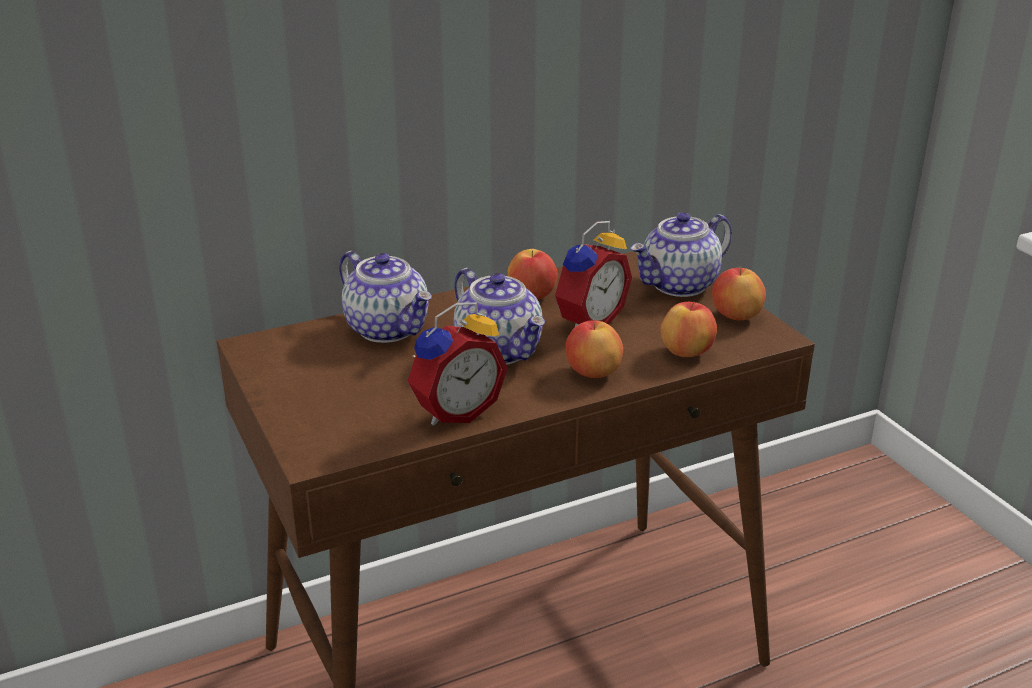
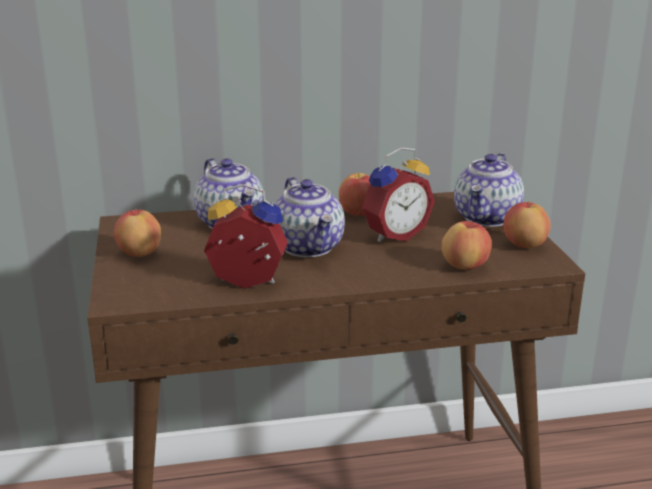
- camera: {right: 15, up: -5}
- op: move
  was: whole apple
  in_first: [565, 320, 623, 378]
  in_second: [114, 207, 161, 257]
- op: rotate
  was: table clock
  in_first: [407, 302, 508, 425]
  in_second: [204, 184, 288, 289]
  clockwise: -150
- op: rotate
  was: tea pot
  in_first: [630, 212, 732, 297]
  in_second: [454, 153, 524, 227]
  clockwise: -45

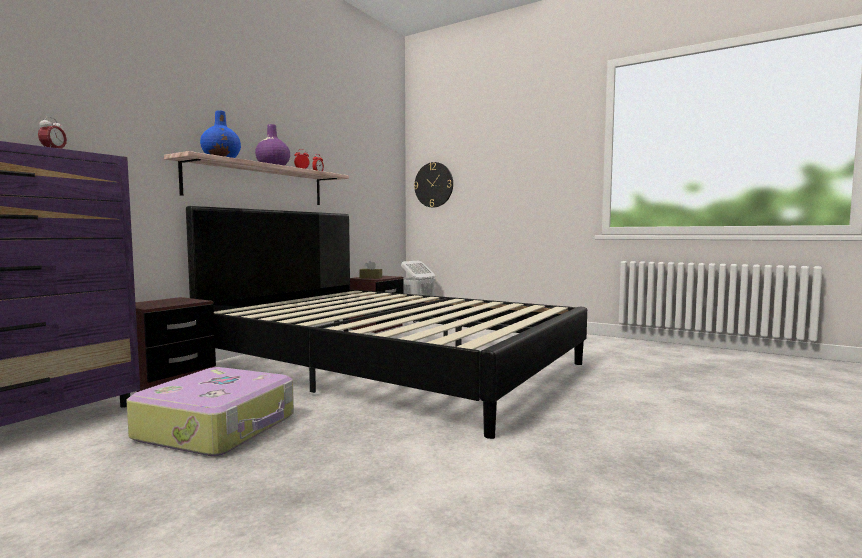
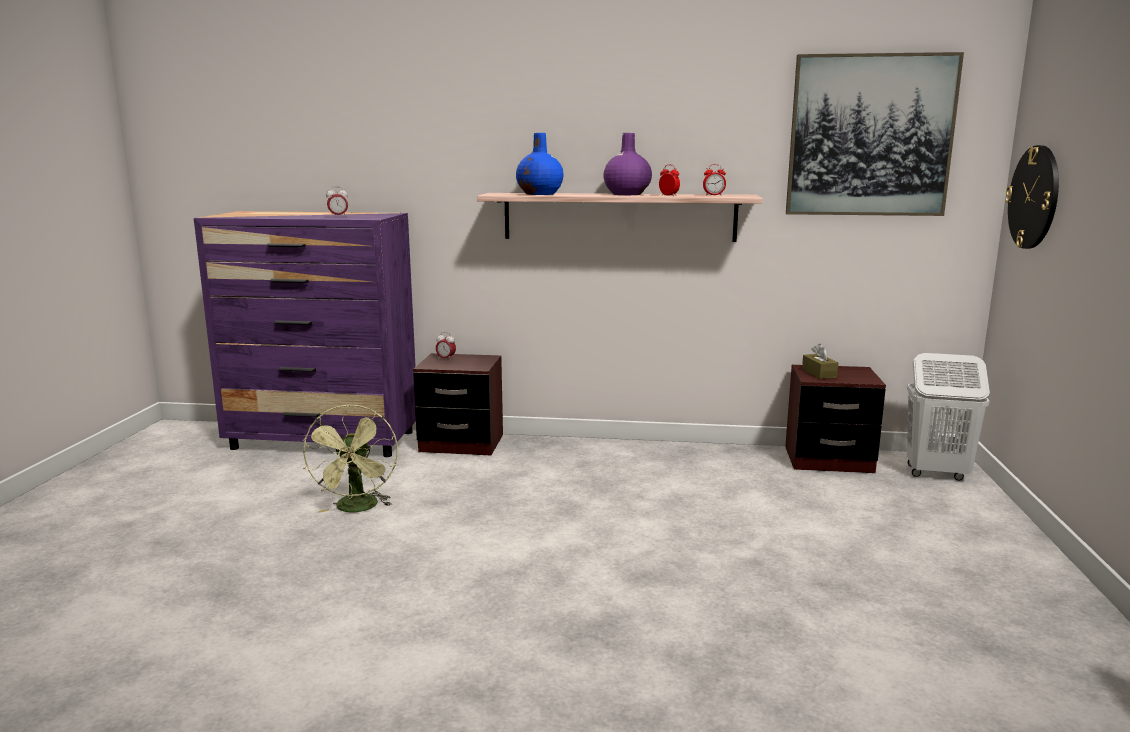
- camera: {right: 65, up: 10}
- op: delete
  was: blackish bedroom bed
  in_first: [186, 206, 587, 439]
- op: insert
  now: table clock
  in_second: [436, 332, 456, 361]
- op: insert
  now: wall picture
  in_second: [786, 52, 964, 216]
- op: replace
  was: piece of luggage
  now: green-coloured fan
  in_first: [126, 367, 294, 456]
  in_second: [302, 404, 398, 513]

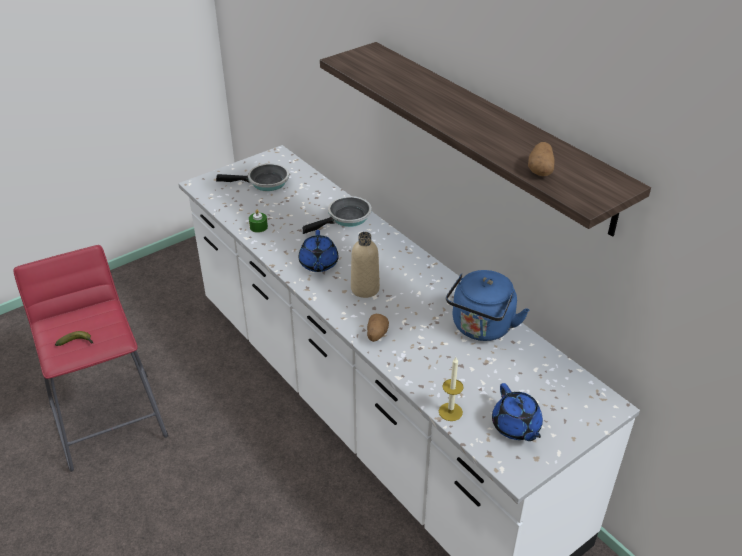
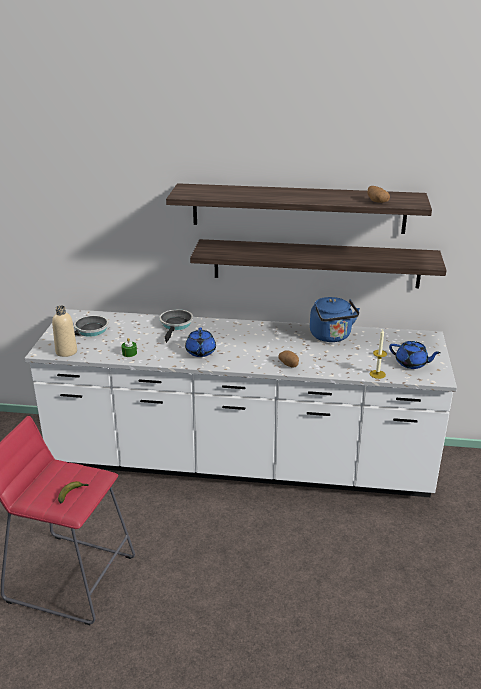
- camera: {right: -45, up: -10}
- op: insert
  now: shelf
  in_second: [190, 239, 447, 288]
- op: move
  was: beige beverage bottle
  in_first: [351, 232, 380, 298]
  in_second: [52, 305, 77, 357]
- op: rotate
  was: blue-coloured tea pot
  in_first: [299, 230, 339, 272]
  in_second: [185, 327, 216, 357]
  clockwise: 45

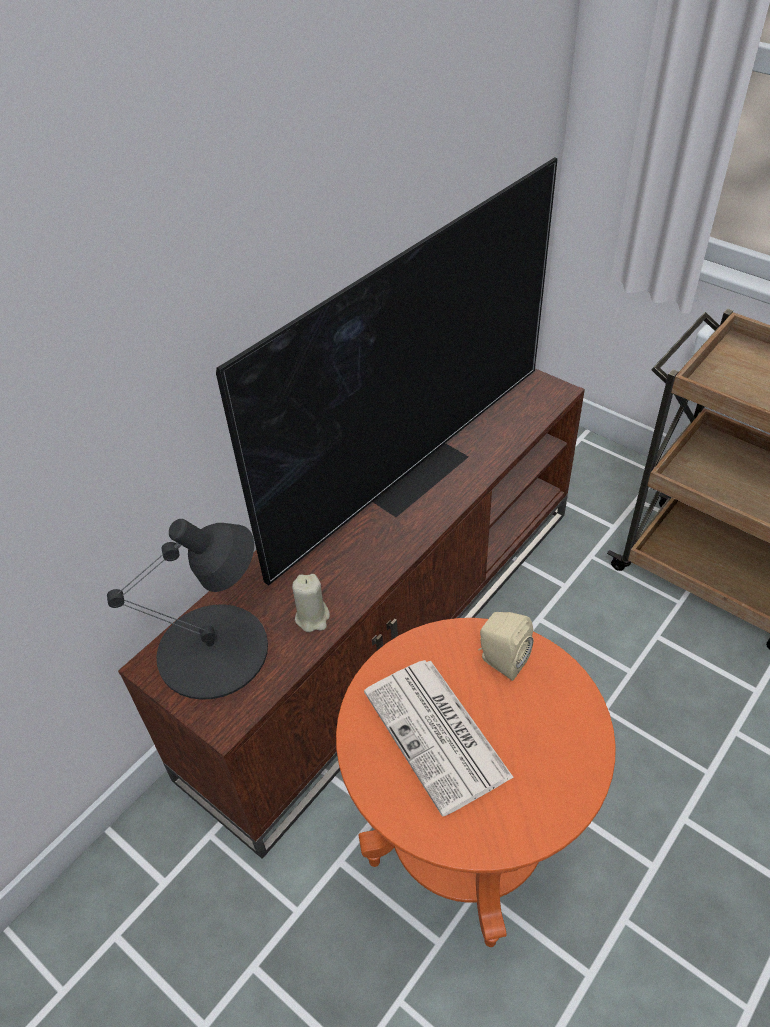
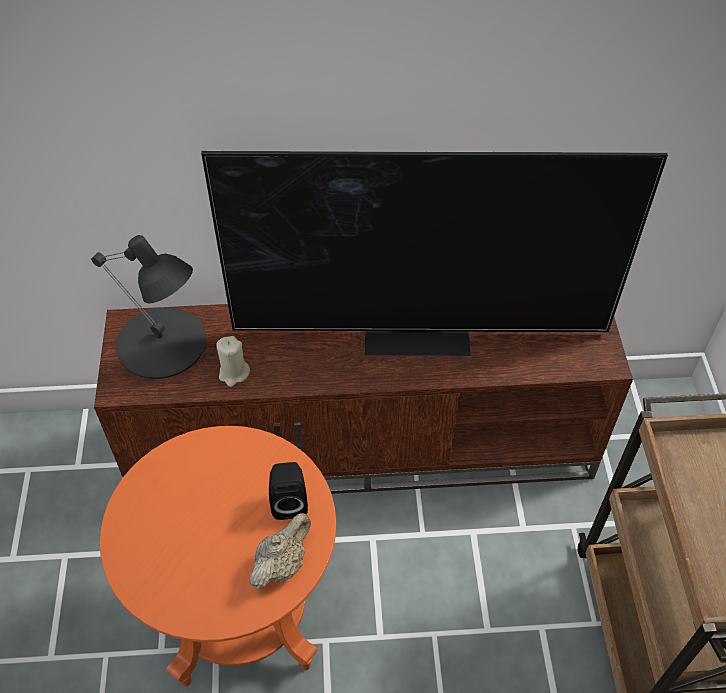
- camera: {right: 45, up: 5}
- op: delete
  was: daily paper
  in_first: [364, 660, 514, 817]
- op: insert
  now: beige tea pot
  in_second: [250, 513, 311, 589]
- op: recolor
  was: beige speaker
  now: blackish speaker
  in_first: [478, 612, 534, 681]
  in_second: [269, 462, 308, 520]

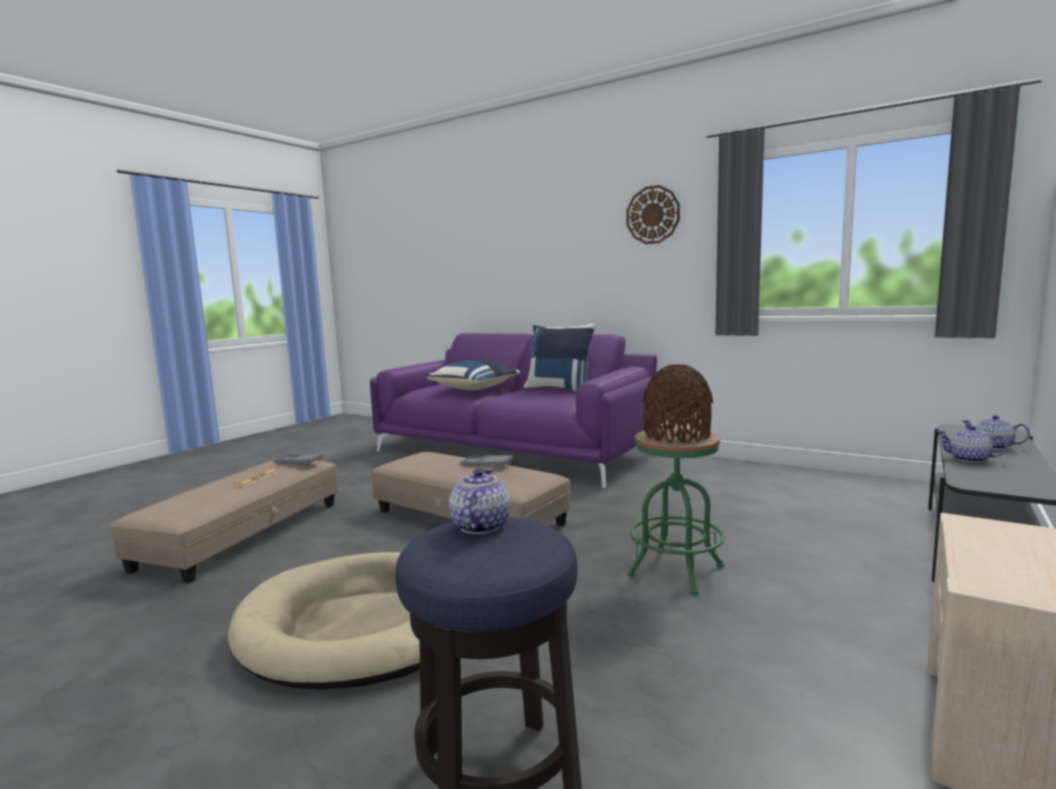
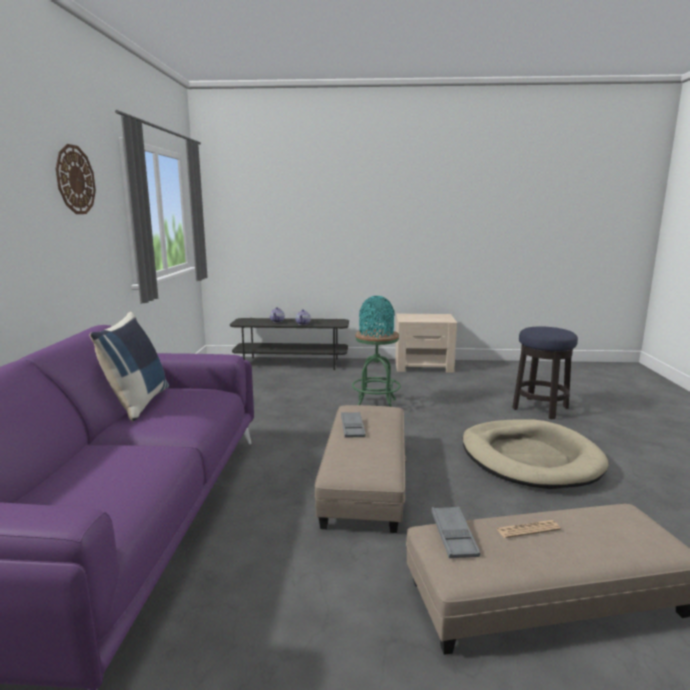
- camera: {right: -120, up: 5}
- op: delete
  was: blue-coloured cushion
  in_first: [427, 359, 520, 390]
- op: delete
  was: tea pot
  in_first: [449, 469, 510, 534]
- op: recolor
  was: brown flower vase
  now: turquoise flower vase
  in_first: [643, 364, 713, 443]
  in_second: [359, 296, 395, 337]

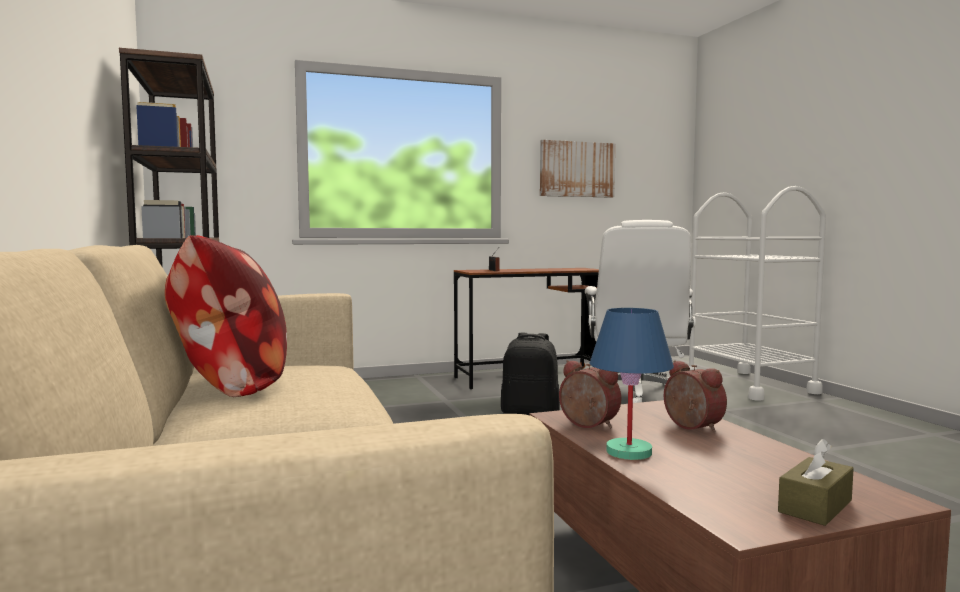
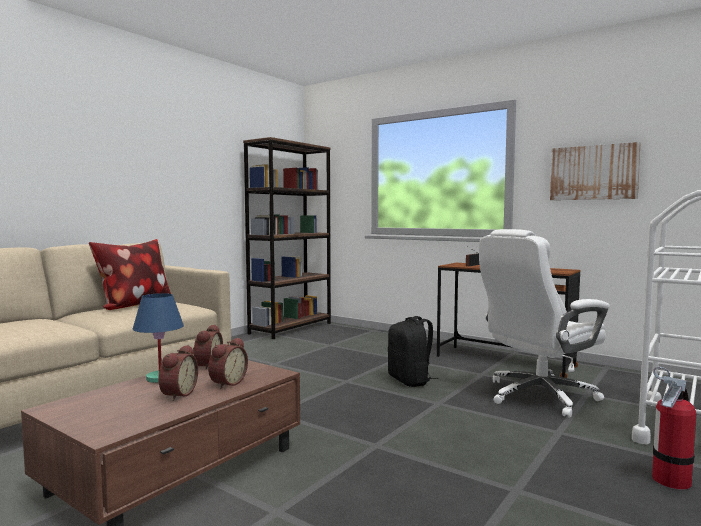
- camera: {right: 55, up: 0}
- op: delete
  was: brown tissue box
  in_first: [778, 438, 854, 526]
- op: insert
  now: table clock
  in_second: [158, 345, 198, 401]
- op: insert
  now: extinguisher
  in_second: [652, 367, 696, 490]

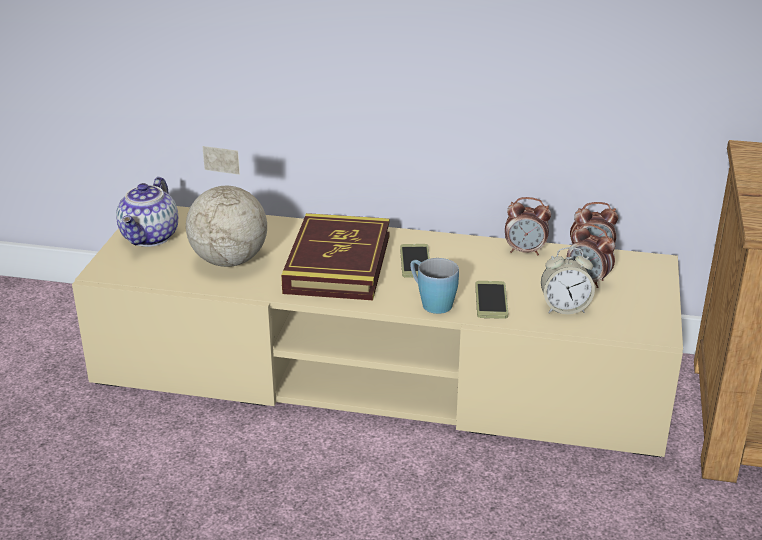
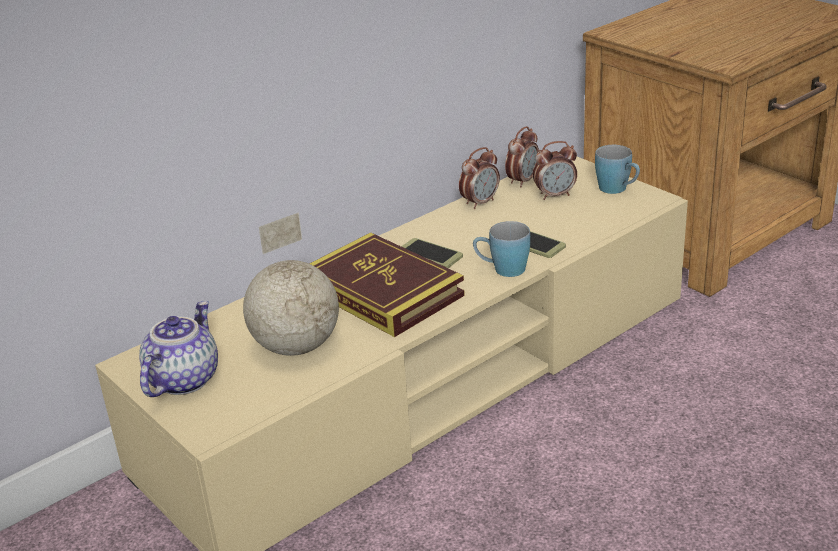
- camera: {right: -50, up: 0}
- op: delete
  was: table clock
  in_first: [541, 247, 595, 314]
- op: insert
  now: blue-coloured mug
  in_second: [595, 145, 640, 194]
- op: rotate
  was: tea pot
  in_first: [116, 177, 178, 247]
  in_second: [139, 301, 218, 397]
  clockwise: -120

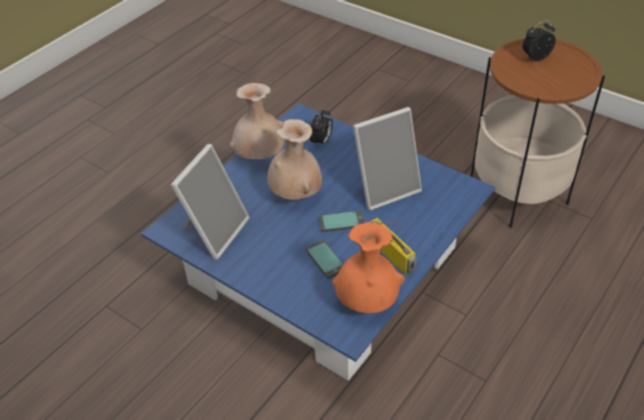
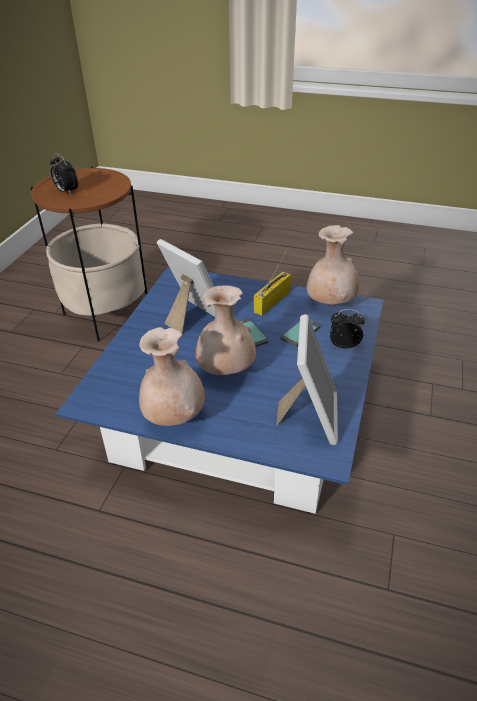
- camera: {right: -110, up: -5}
- op: move
  was: table clock
  in_first: [310, 108, 333, 148]
  in_second: [330, 309, 365, 348]
- op: recolor
  was: orange-coloured flower vase
  now: beige flower vase
  in_first: [332, 222, 405, 314]
  in_second: [307, 225, 359, 306]
- op: rotate
  was: picture frame
  in_first: [171, 144, 250, 260]
  in_second: [276, 314, 338, 445]
  clockwise: 90

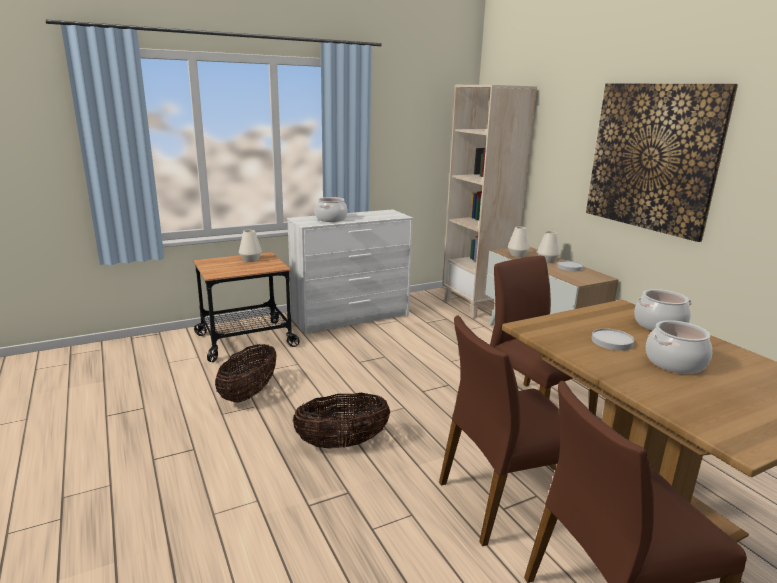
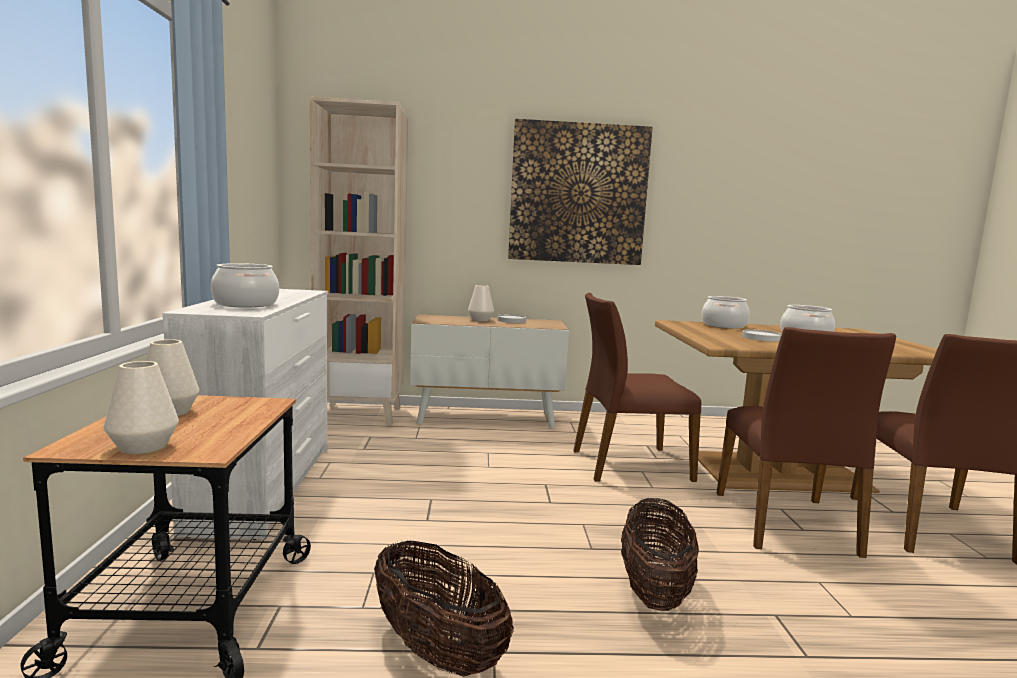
- camera: {right: -65, up: -10}
- op: move
  was: white flower vase
  in_first: [508, 226, 530, 257]
  in_second: [104, 361, 179, 454]

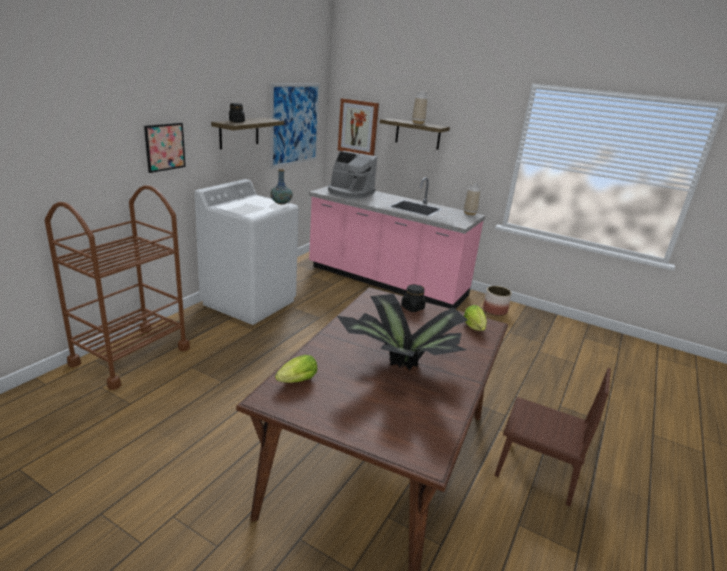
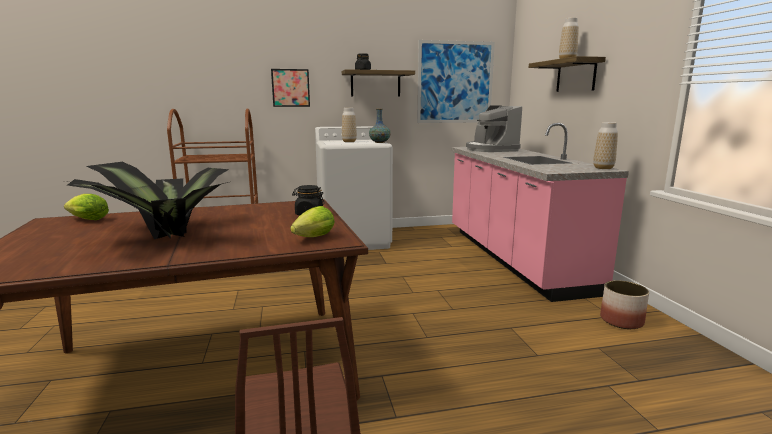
- camera: {right: 50, up: -10}
- op: delete
  was: wall picture
  in_first: [338, 98, 379, 156]
- op: insert
  now: flower vase
  in_second: [342, 108, 357, 142]

